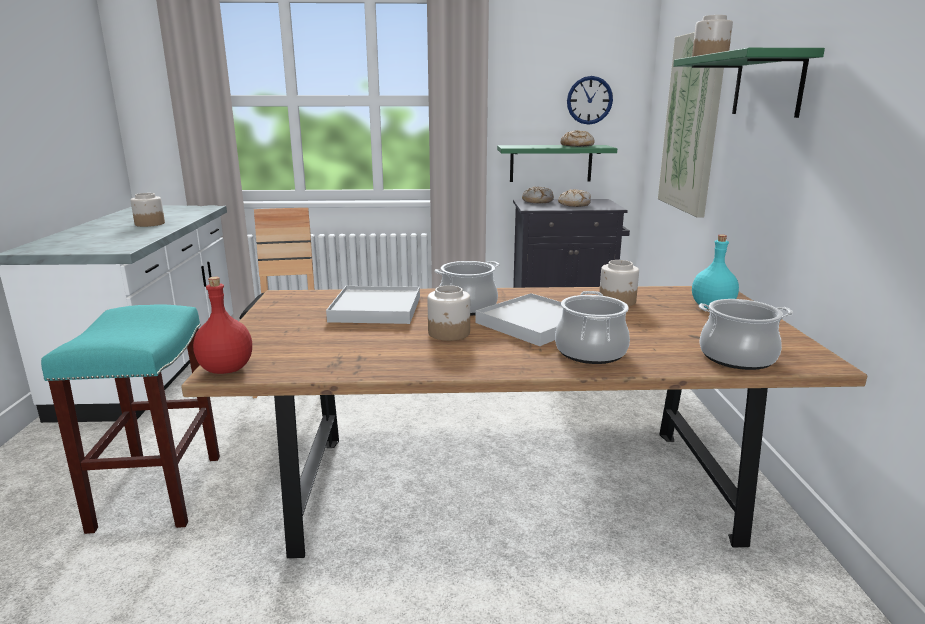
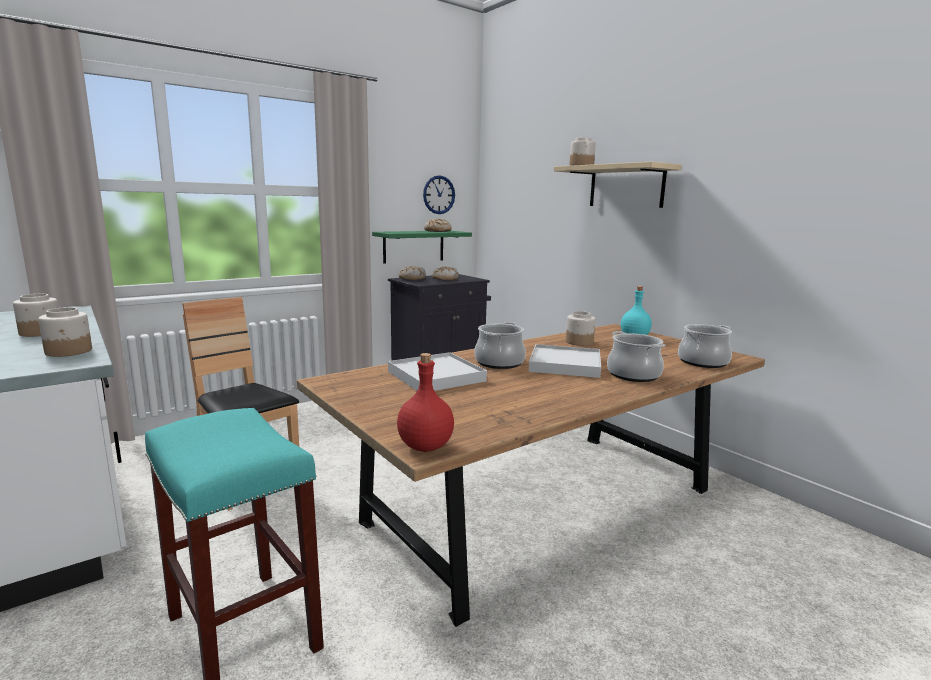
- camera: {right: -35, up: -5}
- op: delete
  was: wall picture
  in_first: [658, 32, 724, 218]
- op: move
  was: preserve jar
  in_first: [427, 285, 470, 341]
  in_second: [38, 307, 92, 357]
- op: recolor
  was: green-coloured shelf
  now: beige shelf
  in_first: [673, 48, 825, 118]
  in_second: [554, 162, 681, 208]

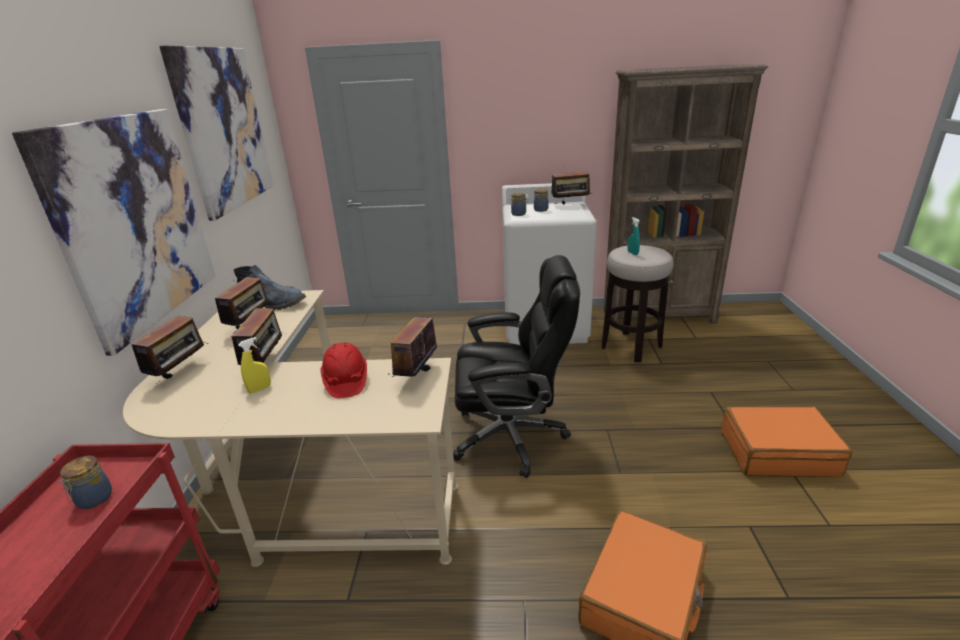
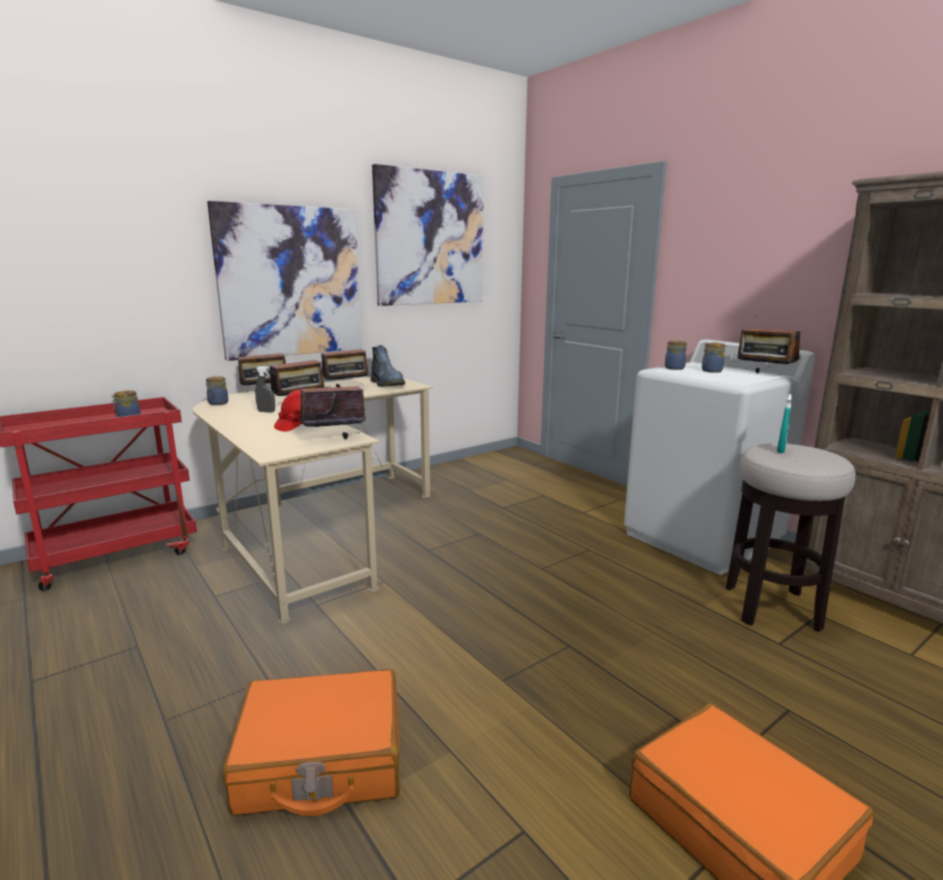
- camera: {right: 50, up: -10}
- op: delete
  was: blackish office chair
  in_first: [453, 255, 580, 478]
- op: insert
  now: preserve jar
  in_second: [206, 376, 228, 405]
- op: recolor
  was: yellowish spray bottle
  now: gray spray bottle
  in_first: [238, 337, 271, 393]
  in_second: [255, 366, 275, 413]

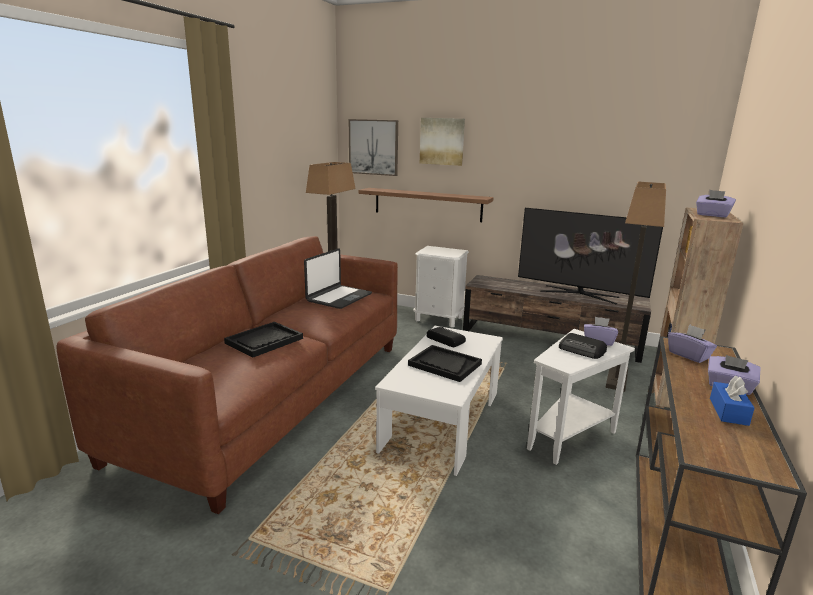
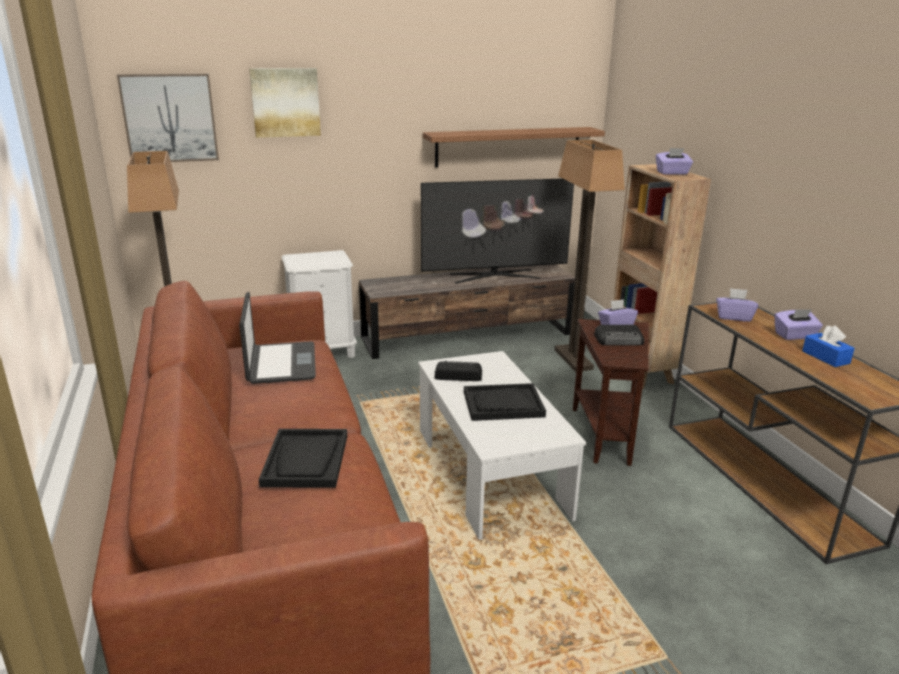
- camera: {right: -40, up: 5}
- op: move
  was: shelf
  in_first: [358, 188, 494, 222]
  in_second: [423, 127, 605, 168]
- op: recolor
  was: white side table
  now: brown side table
  in_first: [527, 329, 635, 465]
  in_second: [573, 319, 649, 466]

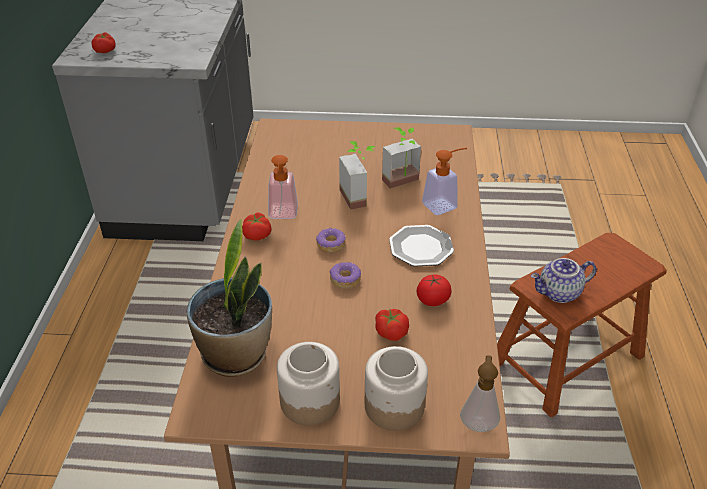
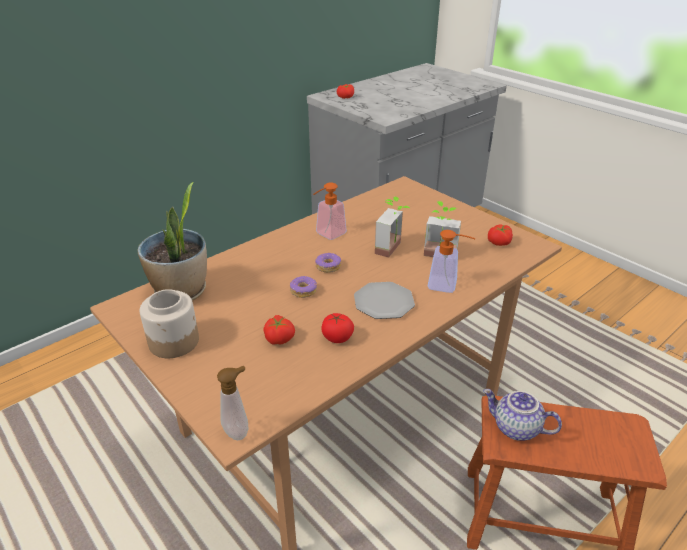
- camera: {right: 45, up: -5}
- op: delete
  was: preserve jar
  in_first: [365, 346, 428, 431]
- op: move
  was: fresh tomato
  in_first: [242, 213, 272, 241]
  in_second: [488, 224, 513, 246]

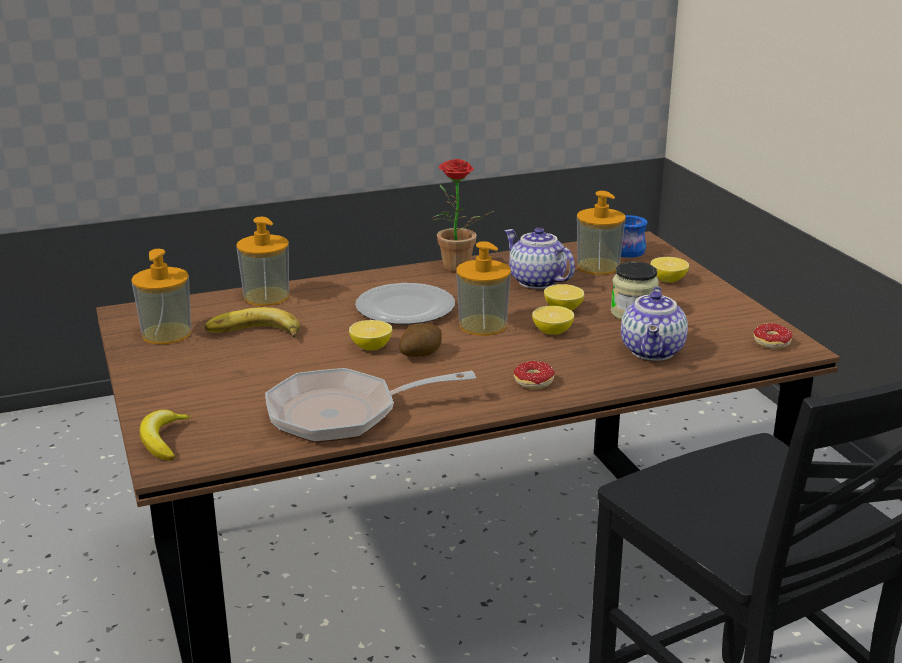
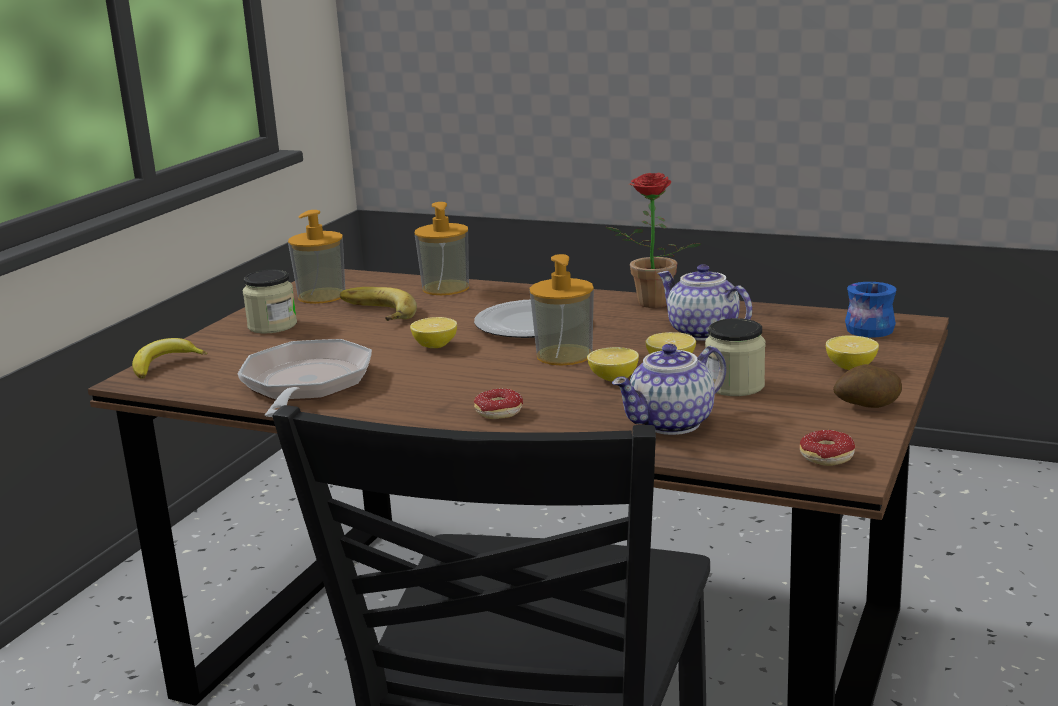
- camera: {right: 45, up: -5}
- op: delete
  was: soap dispenser
  in_first: [577, 191, 626, 275]
- op: insert
  now: preserve jar
  in_second: [243, 270, 297, 333]
- op: move
  was: spud
  in_first: [399, 323, 442, 357]
  in_second: [833, 364, 902, 408]
- op: rotate
  was: frying pan
  in_first: [265, 368, 476, 443]
  in_second: [238, 339, 372, 417]
  clockwise: 60
- op: rotate
  was: tea pot
  in_first: [504, 227, 575, 289]
  in_second: [658, 264, 752, 341]
  clockwise: -45

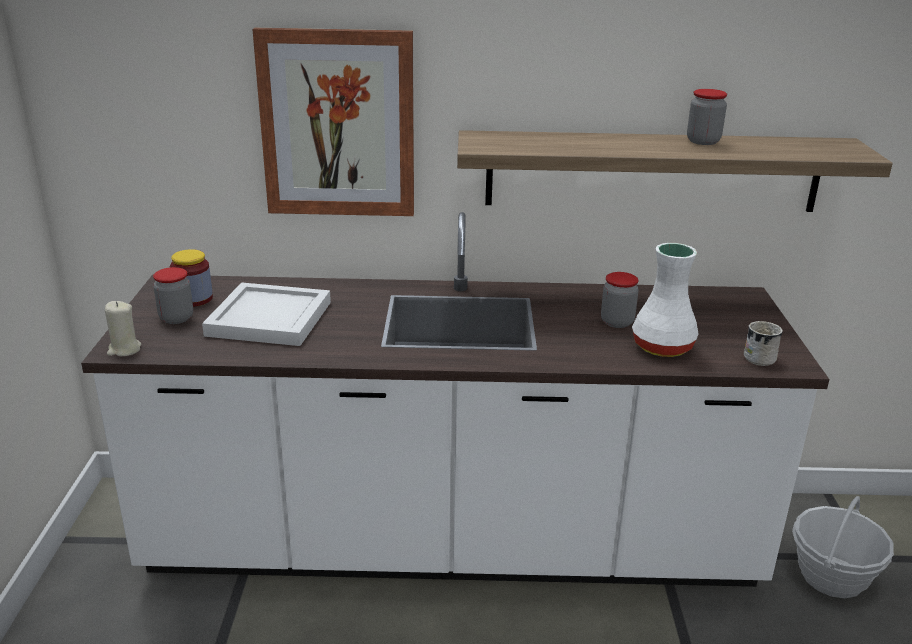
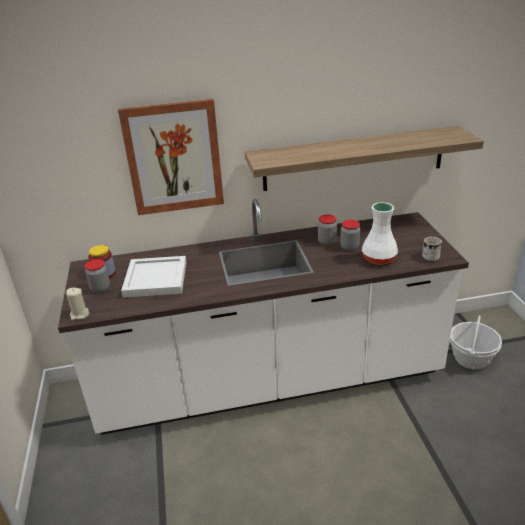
- camera: {right: -10, up: 5}
- op: move
  was: preserve jar
  in_first: [687, 89, 727, 145]
  in_second: [318, 215, 337, 245]

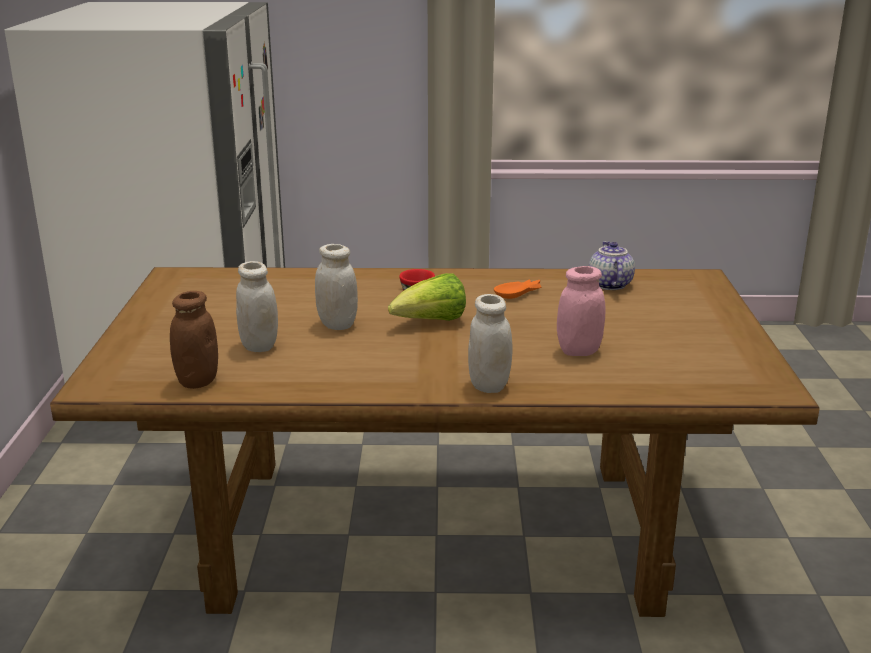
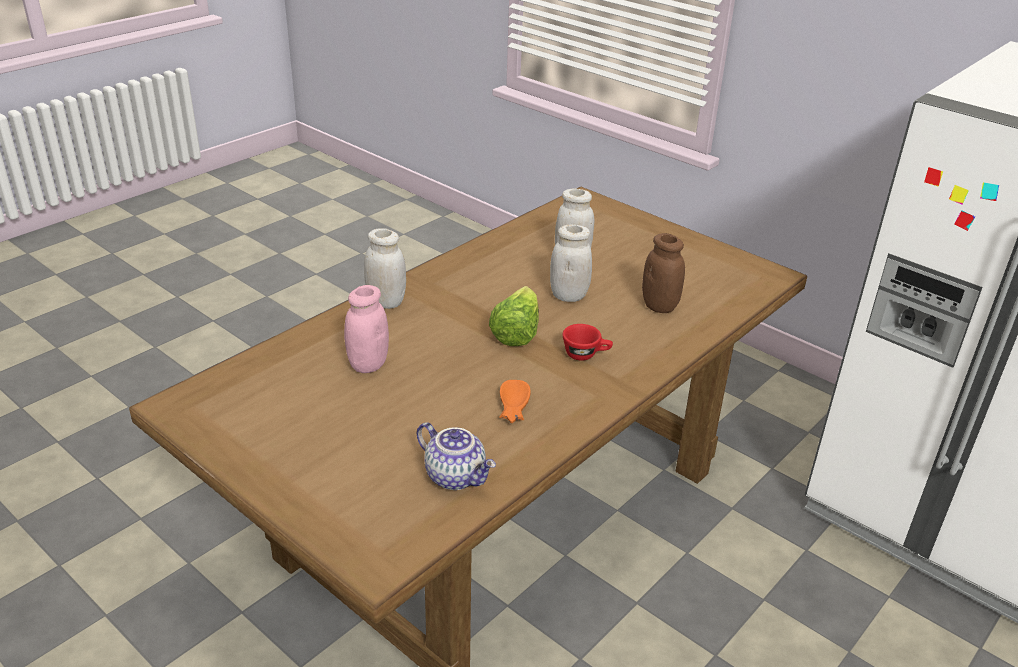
- camera: {right: 130, up: 10}
- op: move
  was: brown preserve jar
  in_first: [170, 291, 218, 389]
  in_second: [642, 233, 685, 313]

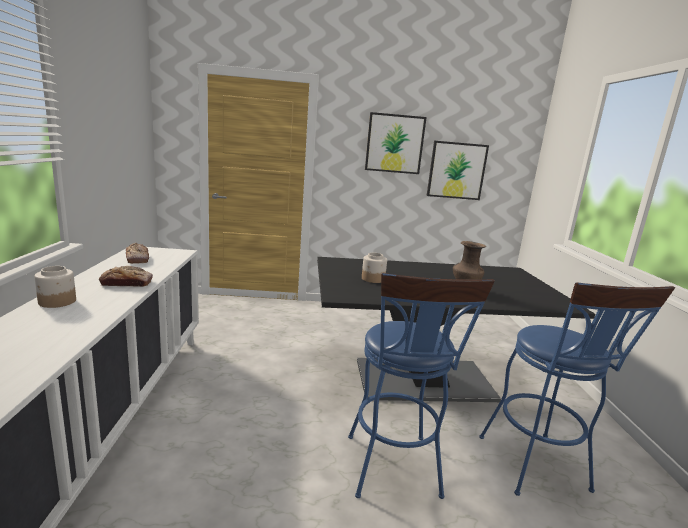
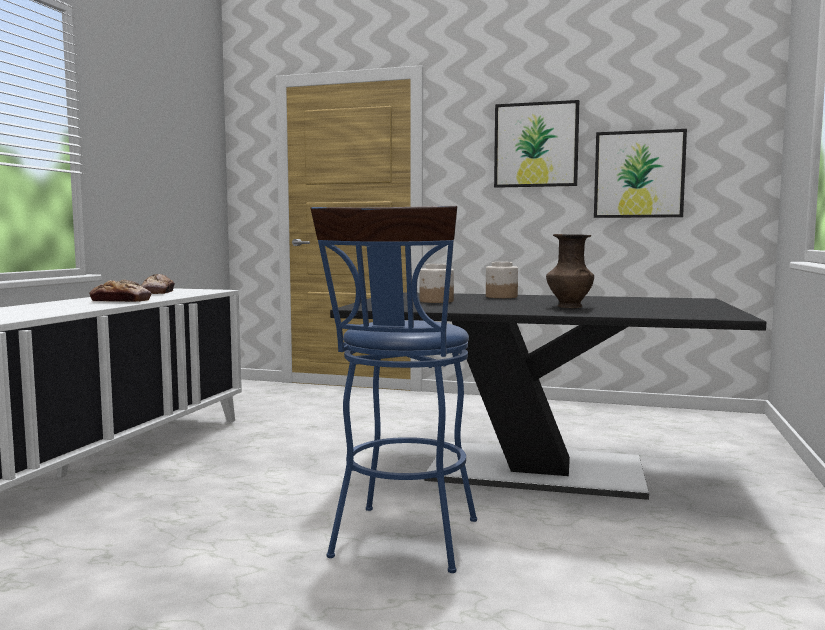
- camera: {right: 20, up: -10}
- op: delete
  was: blue-coloured stool seat
  in_first: [479, 282, 675, 496]
- op: move
  was: preserve jar
  in_first: [34, 266, 76, 308]
  in_second: [486, 262, 518, 298]

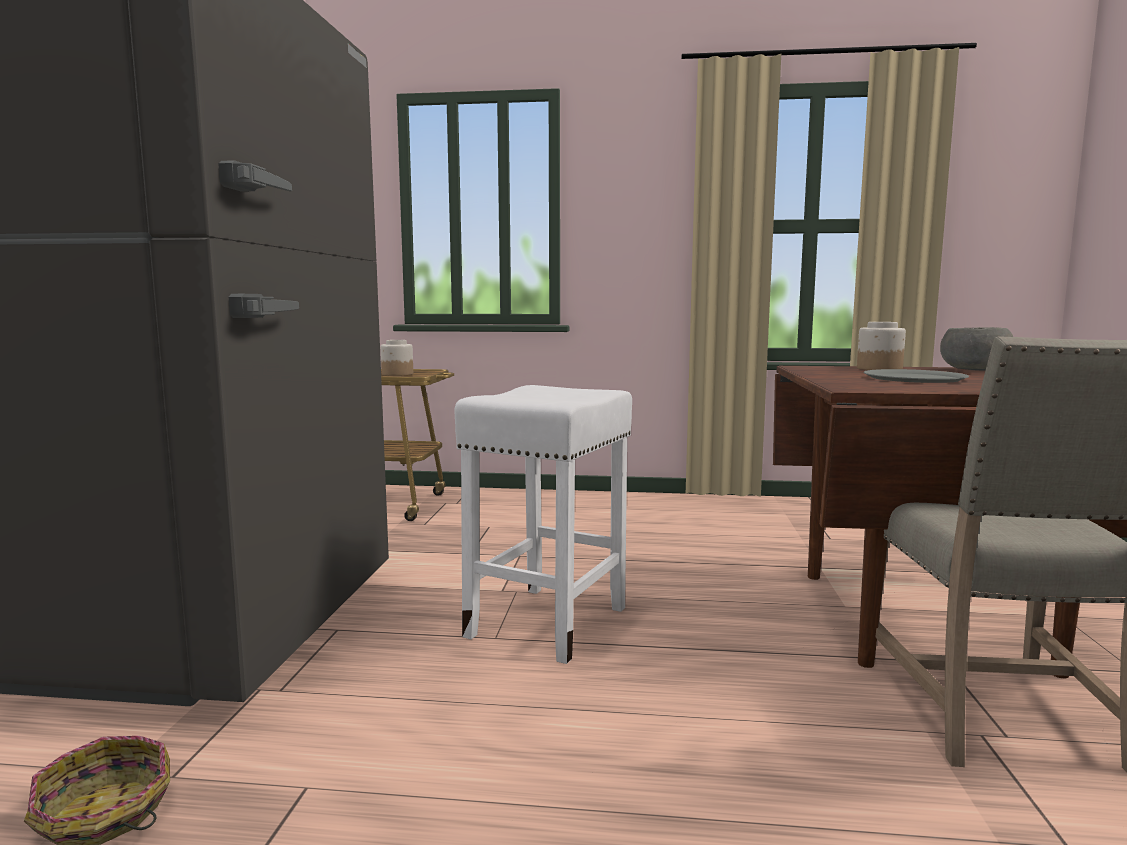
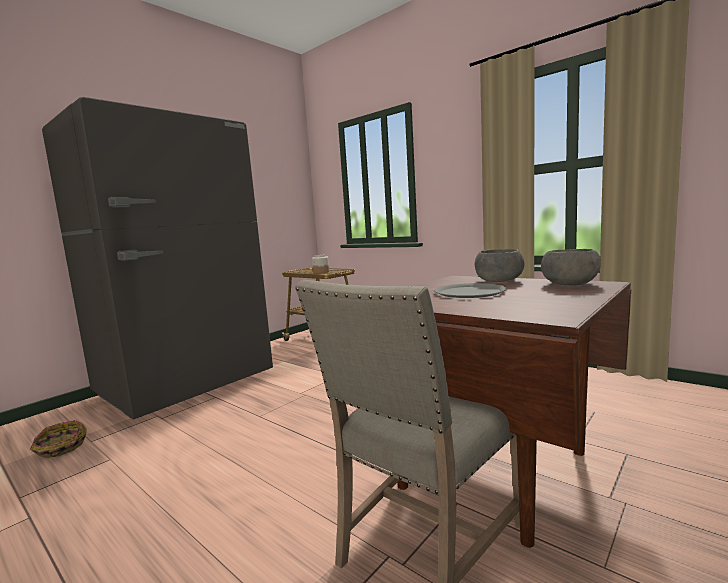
- camera: {right: 35, up: 0}
- op: delete
  was: white stool seat
  in_first: [454, 385, 632, 664]
- op: replace
  was: preserve jar
  now: gray serving bowl
  in_first: [857, 322, 906, 370]
  in_second: [475, 249, 524, 282]

